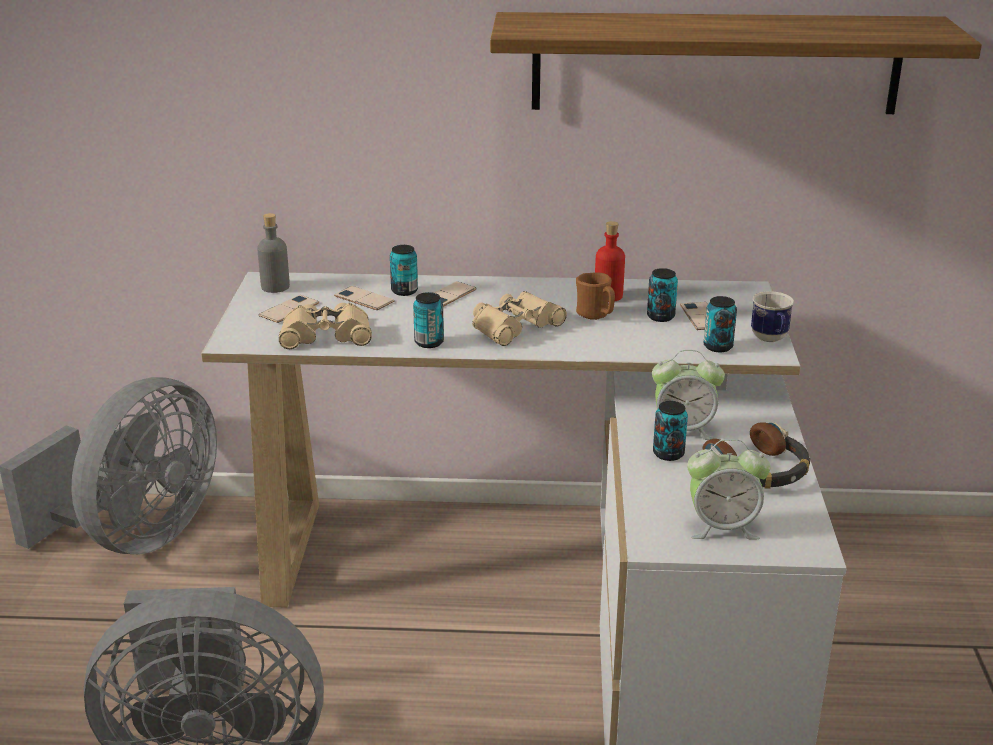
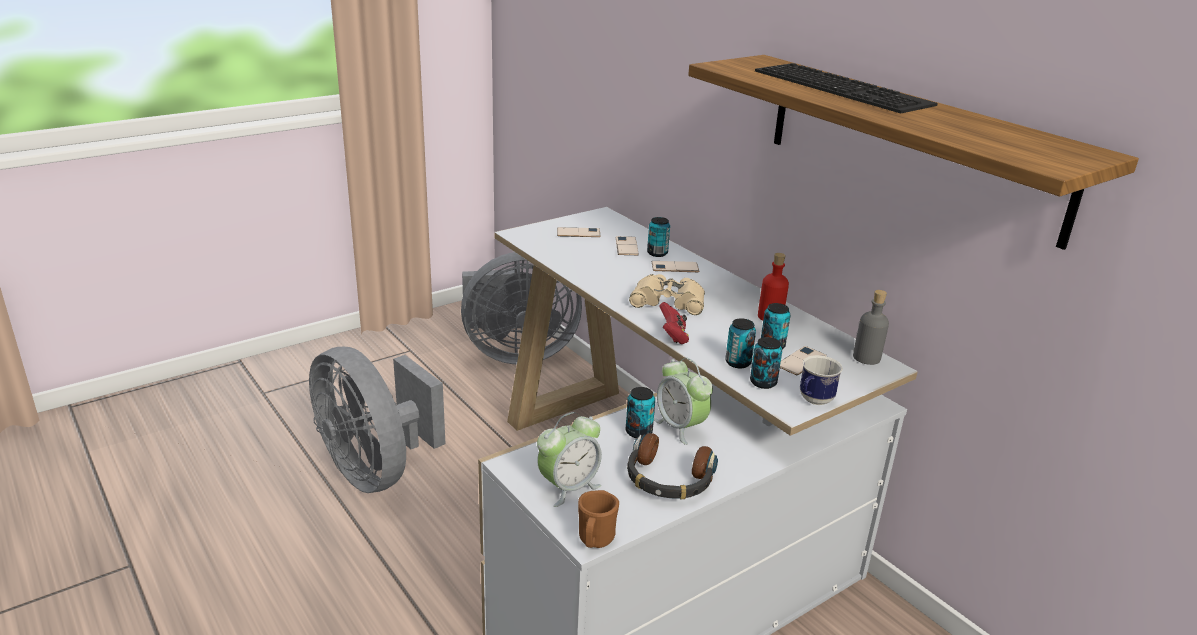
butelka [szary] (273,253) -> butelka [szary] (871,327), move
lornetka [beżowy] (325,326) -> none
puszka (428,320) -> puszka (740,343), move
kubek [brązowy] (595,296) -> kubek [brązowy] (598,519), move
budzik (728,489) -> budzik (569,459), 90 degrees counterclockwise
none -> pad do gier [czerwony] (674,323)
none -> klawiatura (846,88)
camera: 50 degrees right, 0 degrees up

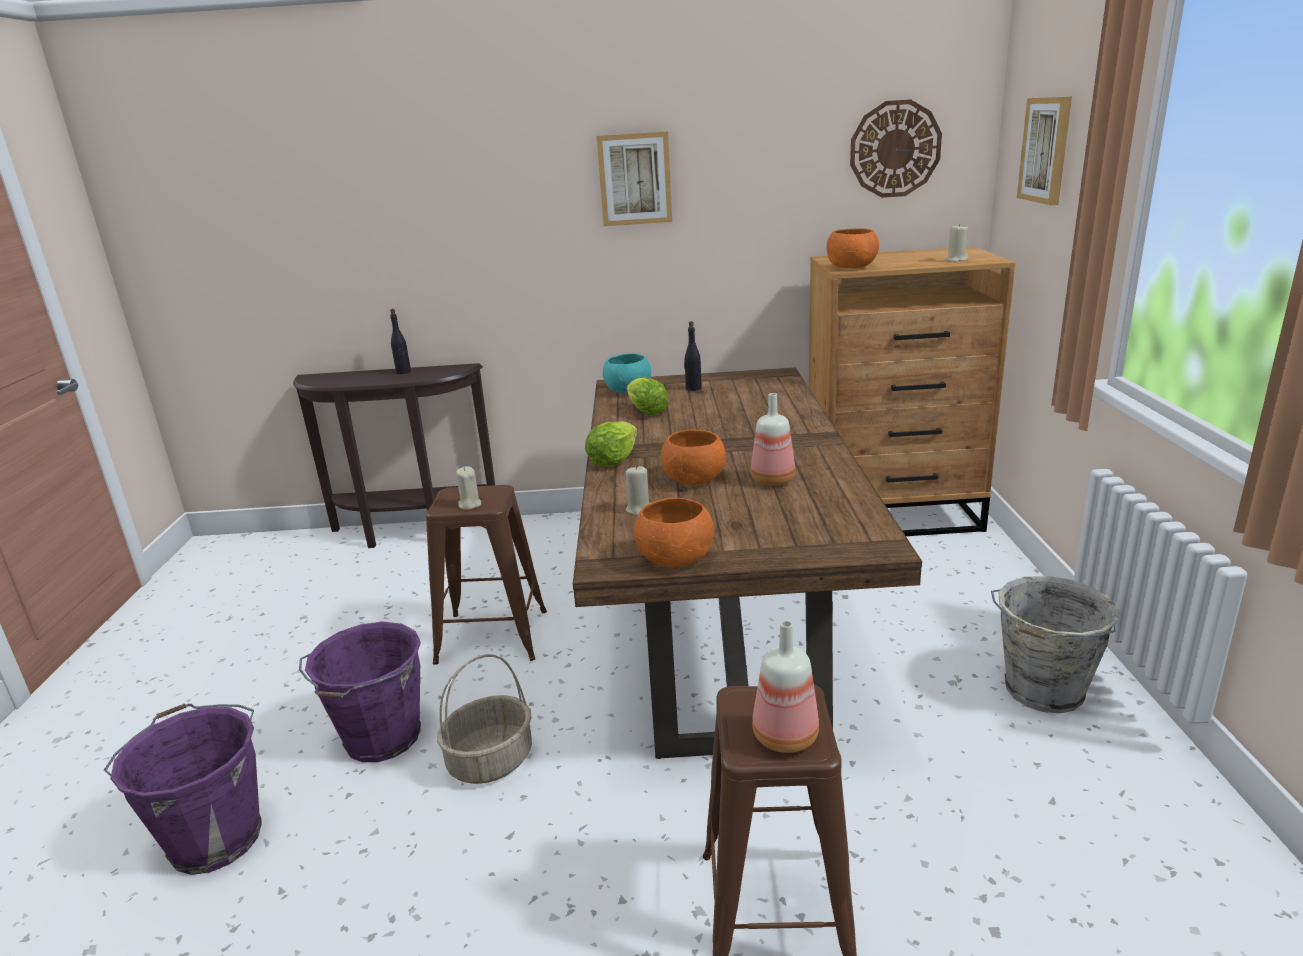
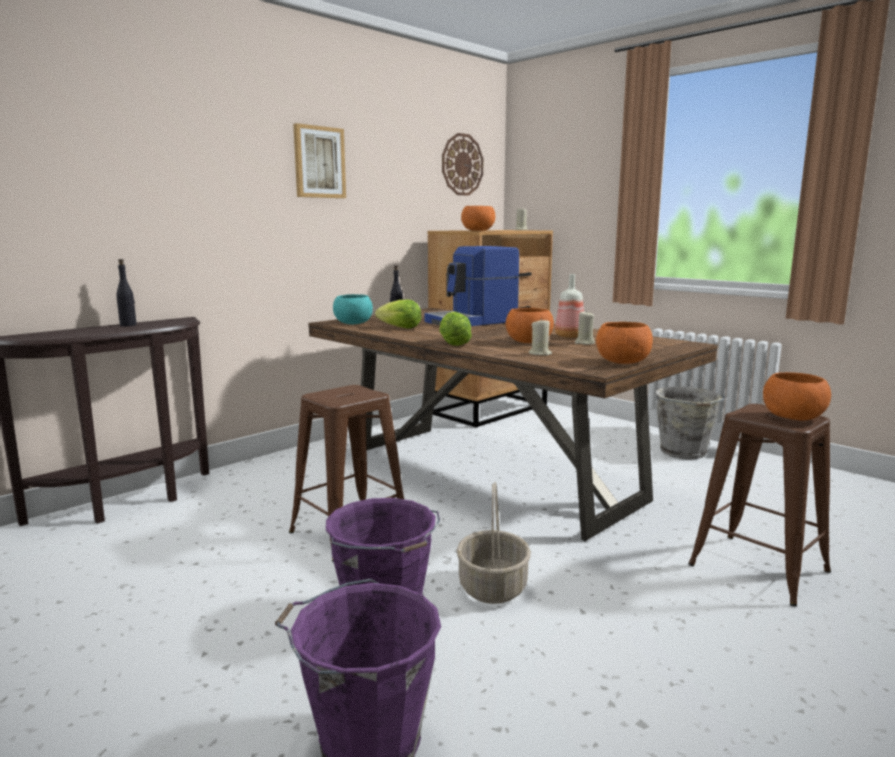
świeca [beżowy] (468,487) -> świeca [beżowy] (585,327), move
butelka (785,686) -> miska [pomarańczowy] (797,396)
obraz (1044,150) -> none
none -> ekspres do kawy (472,286)
camera: 45 degrees left, 10 degrees down

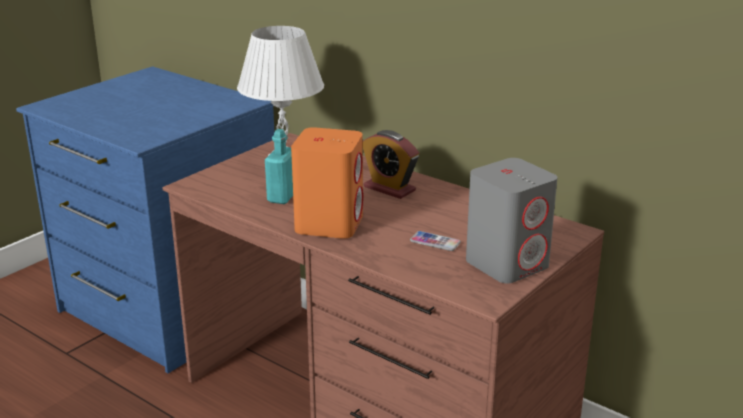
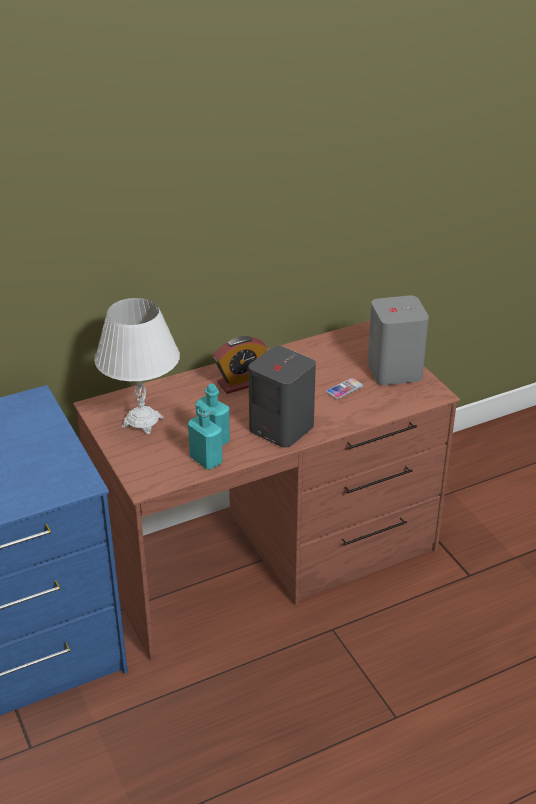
głośnik [pomarańczowy] (327,183) -> głośnik [szary] (282,396)
none -> butelka [turkusowy] (205,437)
camera: 65 degrees left, 10 degrees up

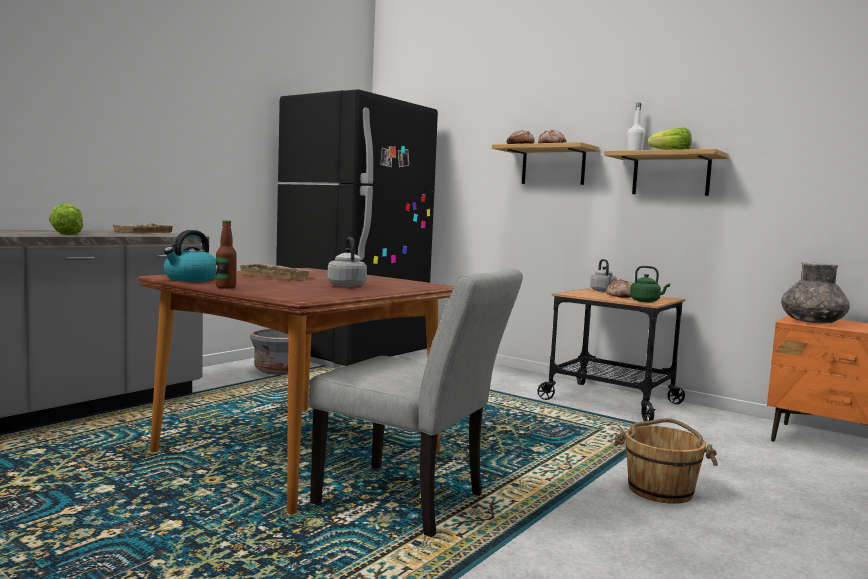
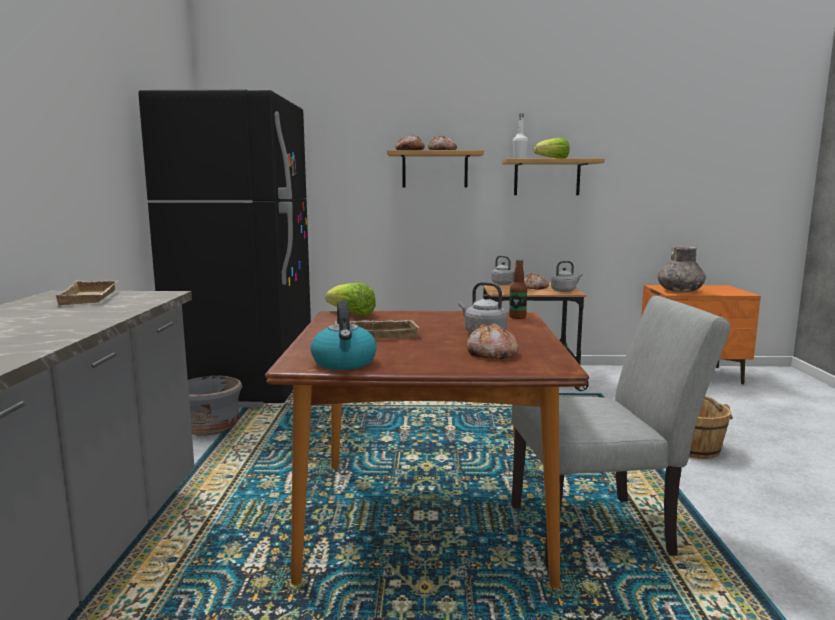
sałata (66,219) -> sałata (350,299), move
butelka (226,254) -> butelka (518,289), move
czajnik [zielony] (650,284) -> czajnik [szary] (567,276)
none -> chleb (492,341)
camera: 35 degrees left, 5 degrees up

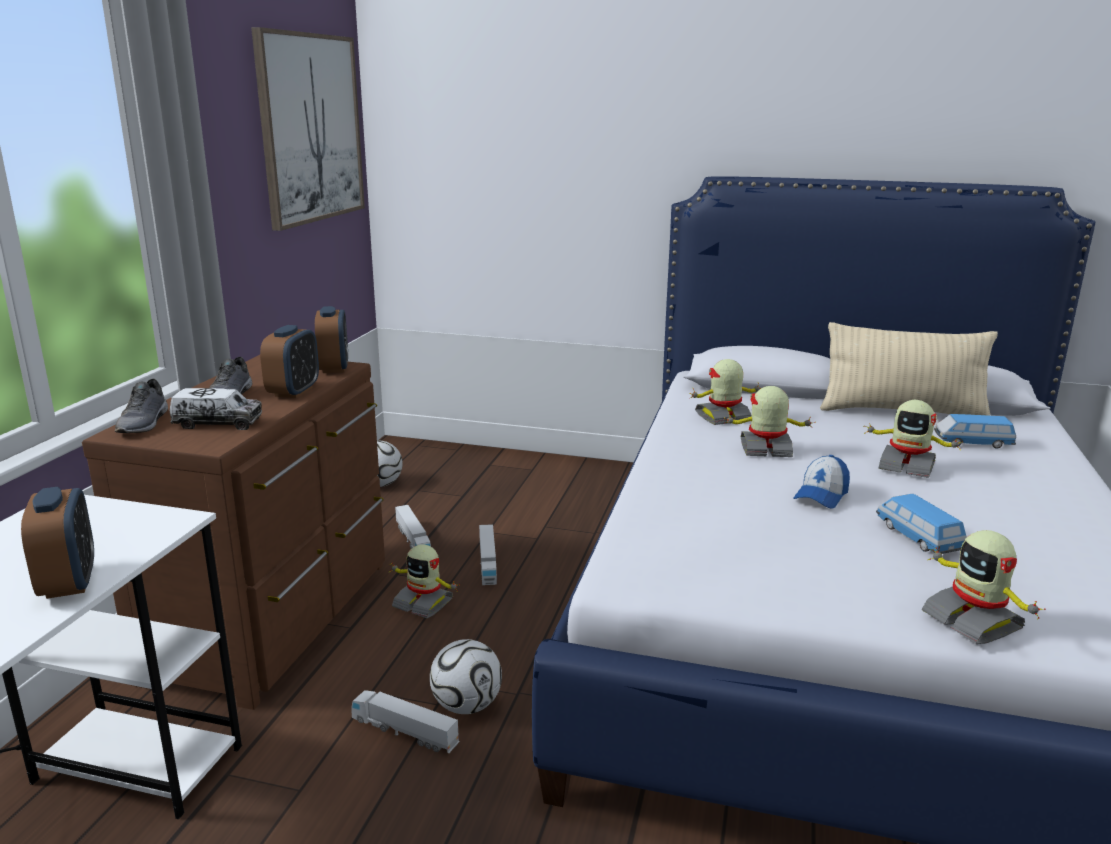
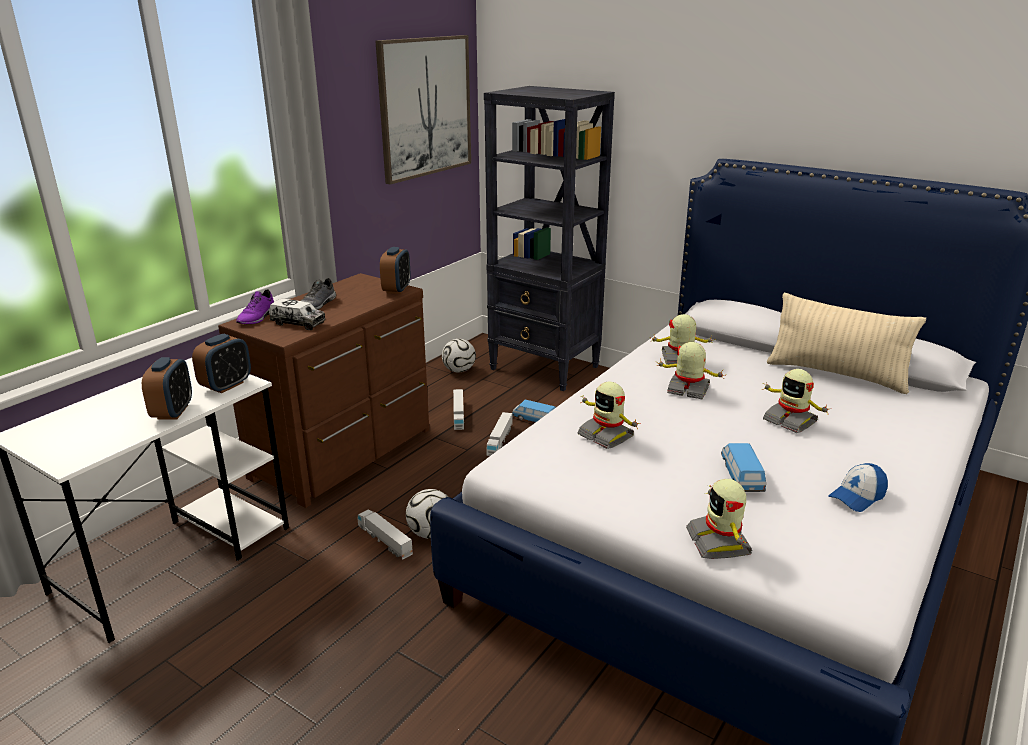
but [szary] (141,406) -> but [fioletowy] (255,306)
budzik (289,361) -> budzik (221,363), move
robot zabawkowy (425,581) -> robot zabawkowy (609,415), move
czapka z daszkiem (822,482) -> czapka z daszkiem (858,487), move
samochodzik (975,431) -> samochodzik (534,411), move
none -> regał [czarny] (549,238)
camera: 20 degrees right, 5 degrees up

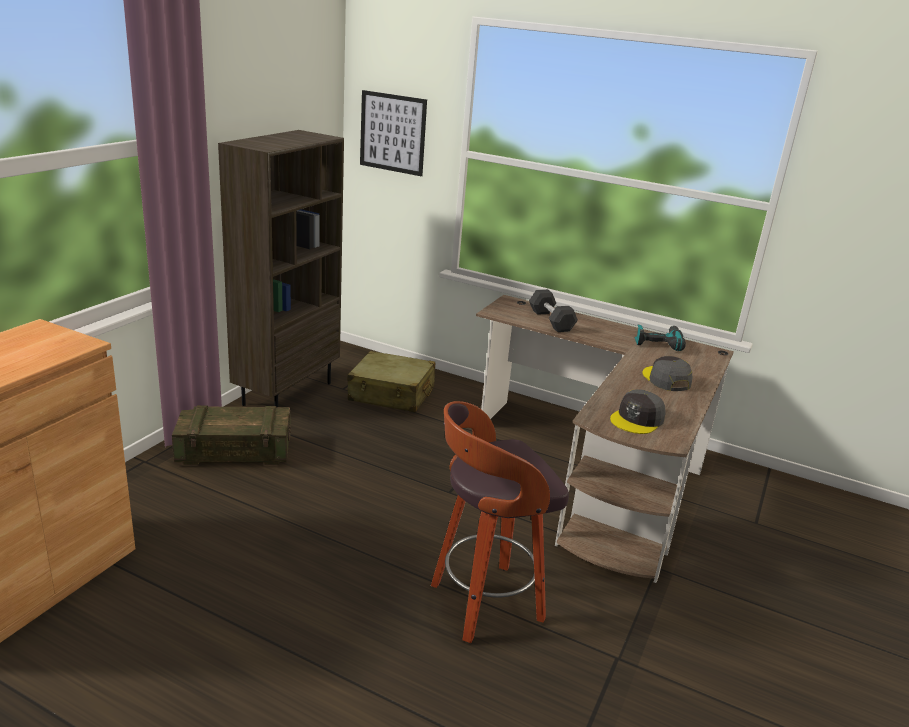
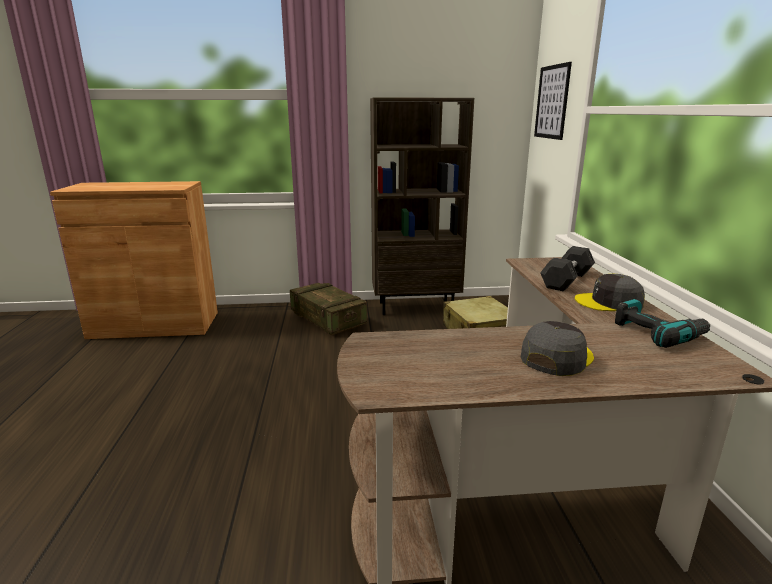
stołek (500,522) -> none
czapka z daszkiem [szary] (638,411) -> czapka z daszkiem [szary] (610,292), move
camera: 60 degrees right, 5 degrees down

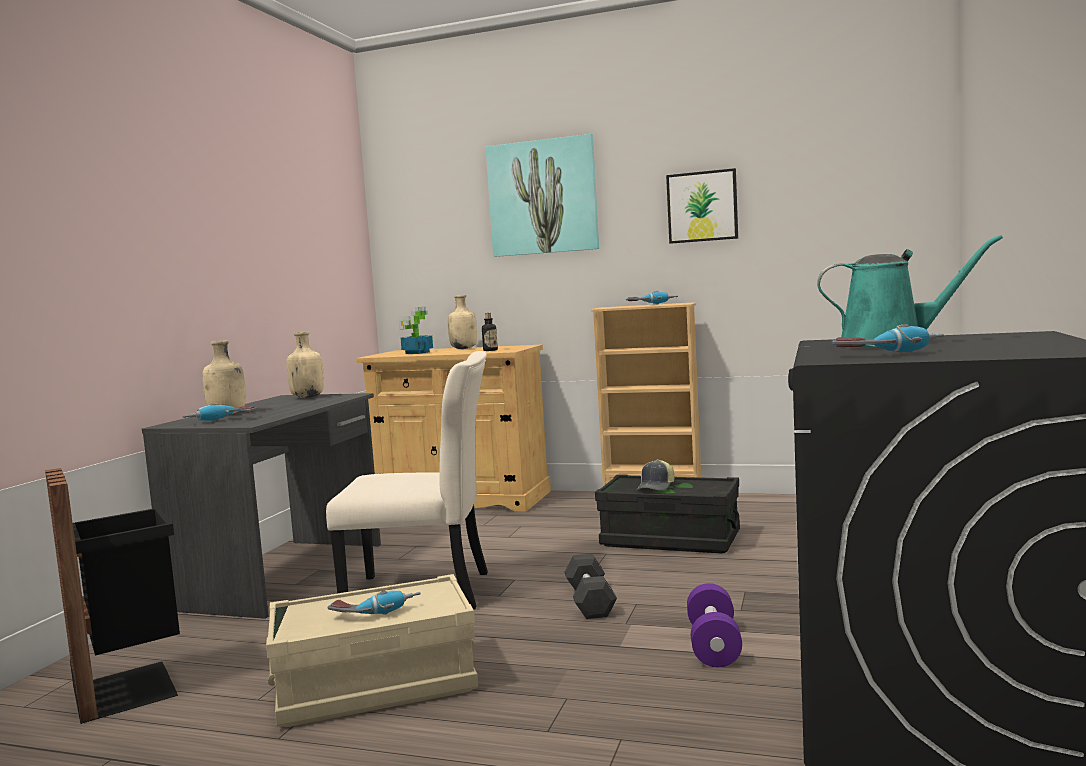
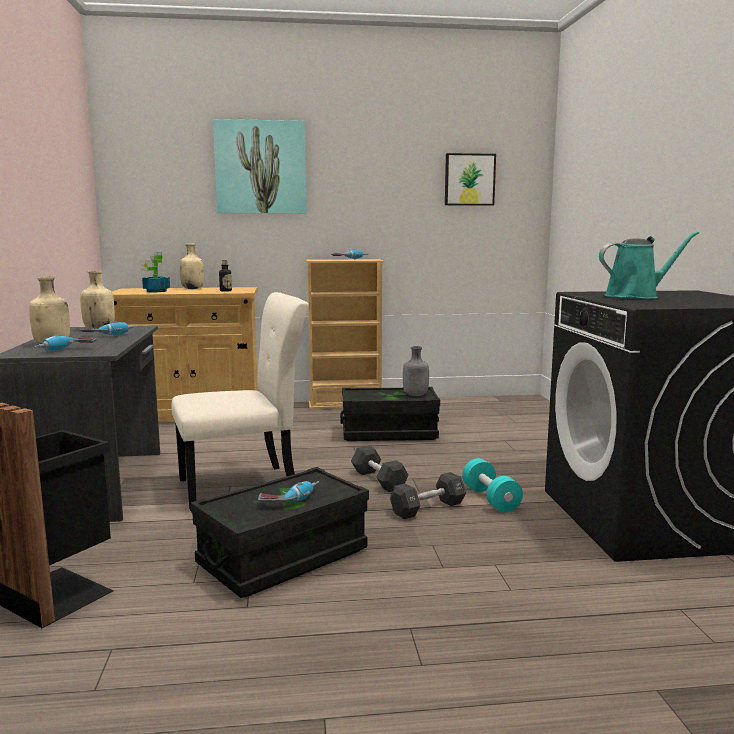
pojemnik do przechowywania [beżowy] (372,650) -> pojemnik do przechowywania [czarny] (280,532)
czapka z daszkiem (655,475) -> none
obraz (702,206) -> obraz (470,179), move
hantel [fioletowy] (714,625) -> hantel [turkusowy] (492,485)
wiertarka (888,339) -> wiertarka (108,328), move
none -> hantel [czarny] (428,495)
none -> butelka [szary] (416,371)
camera: 25 degrees left, 5 degrees up

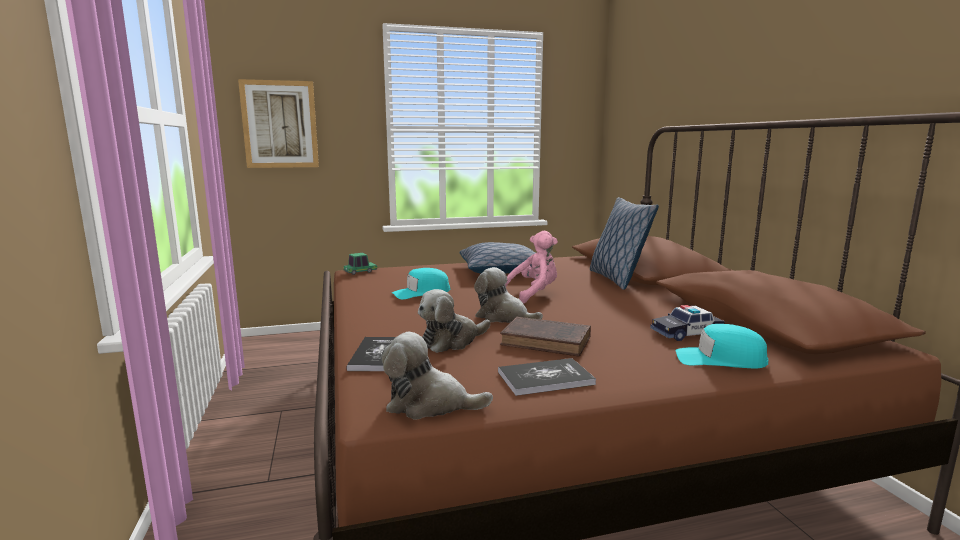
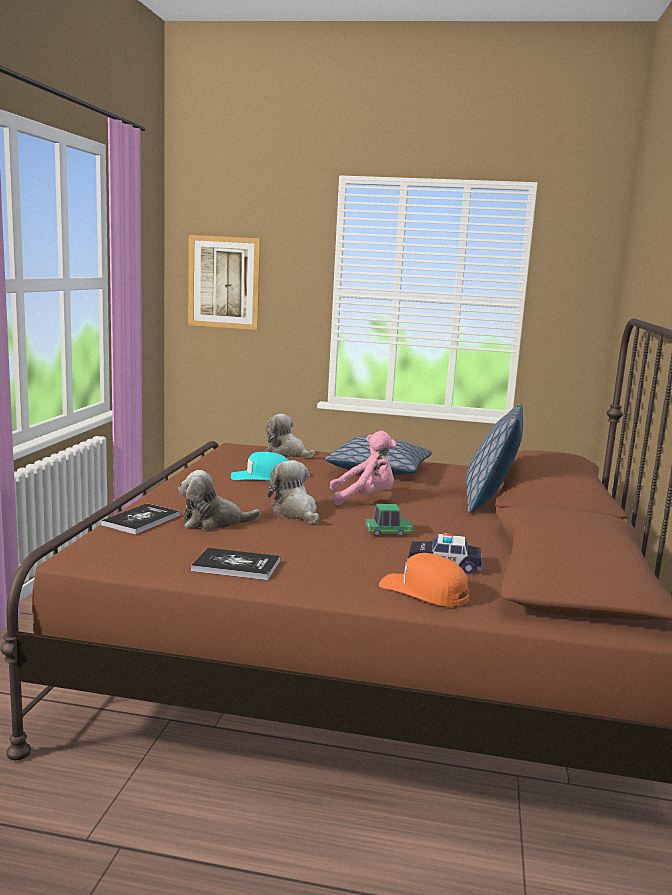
samochodzik (360,264) -> samochodzik (389,520), move
pluszak (437,376) -> pluszak (290,436), move
książka [brązowy] (545,337) -> none
czapka z daszkiem [turkusowy] (721,346) -> czapka z daszkiem [pomarańczowy] (424,579)
camera: 25 degrees right, 0 degrees up

